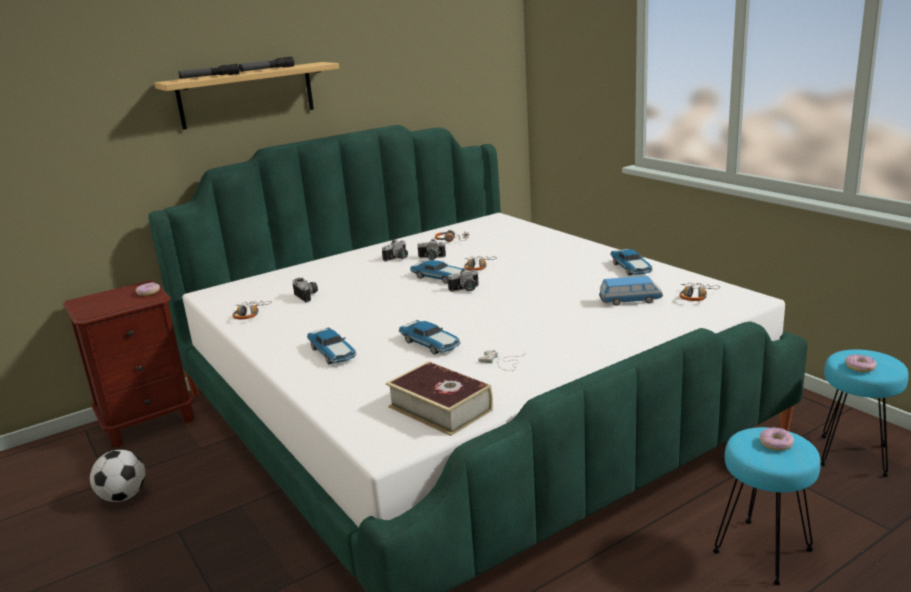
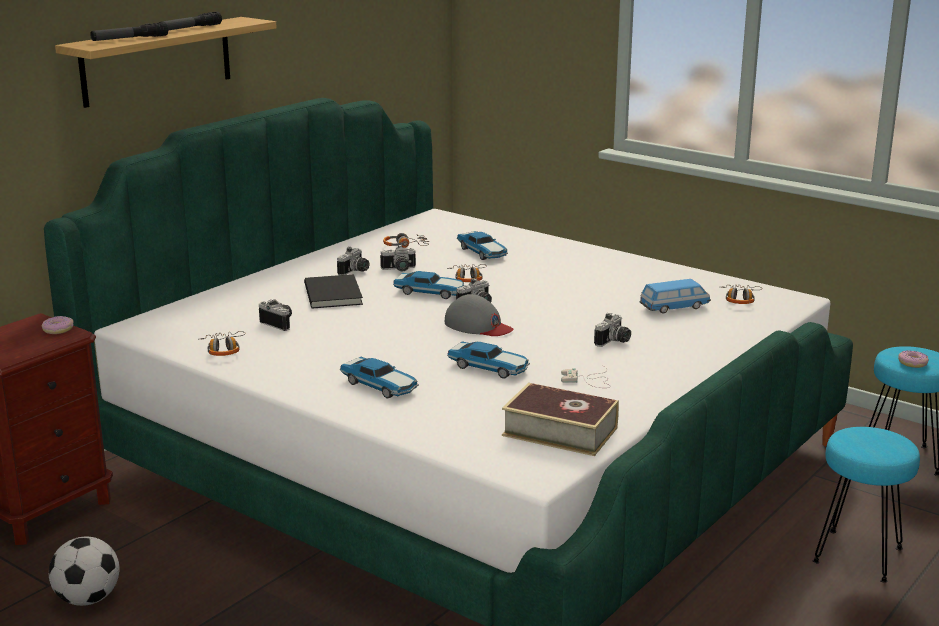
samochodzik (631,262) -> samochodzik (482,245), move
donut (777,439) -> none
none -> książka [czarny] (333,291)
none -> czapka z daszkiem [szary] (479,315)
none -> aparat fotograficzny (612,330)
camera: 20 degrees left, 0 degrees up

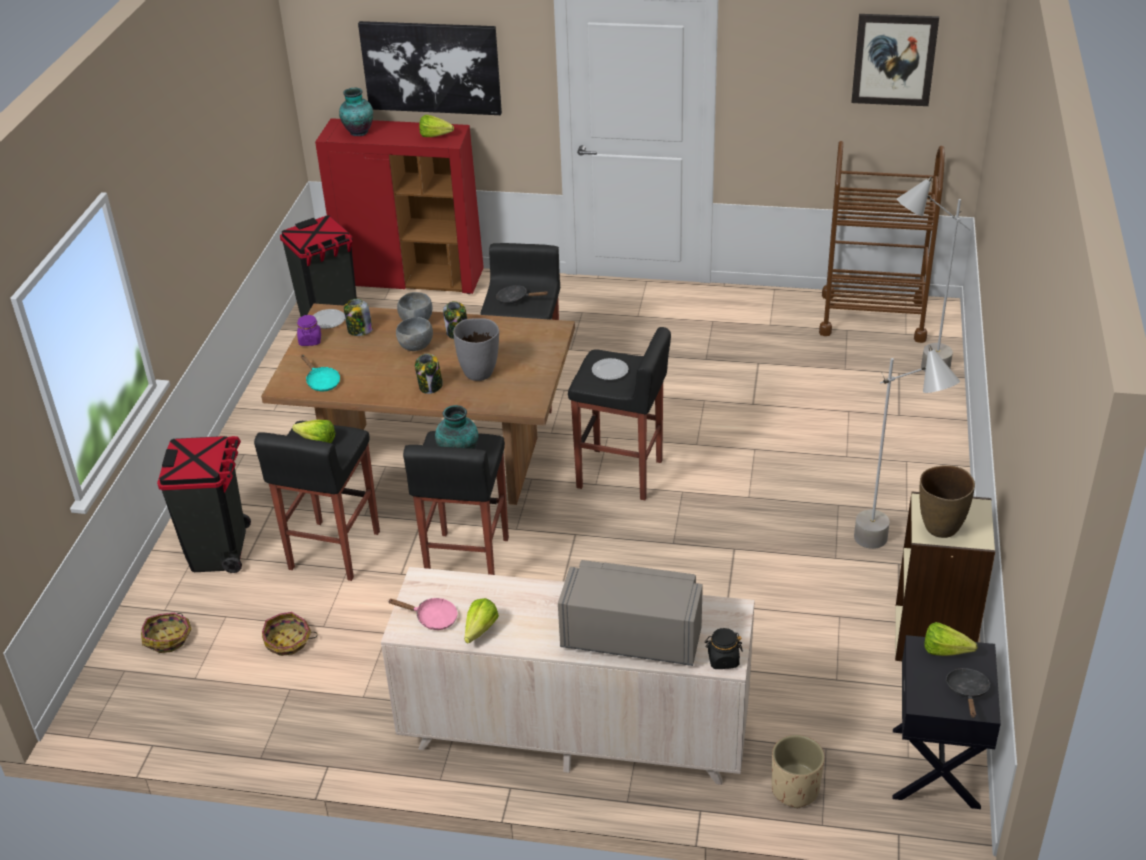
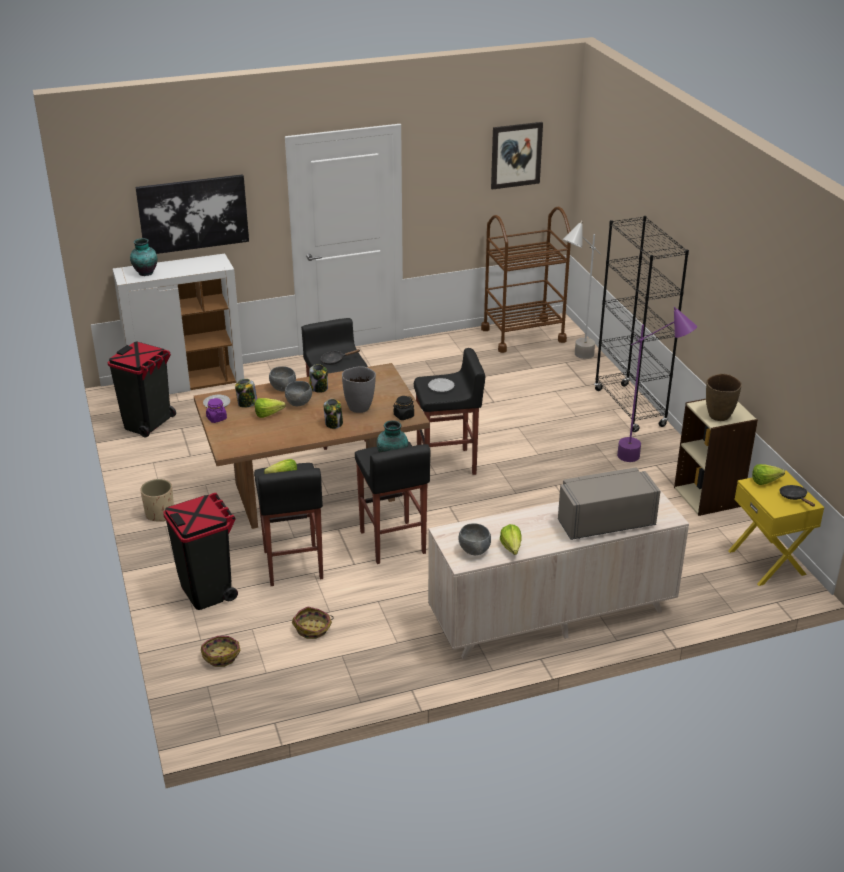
patelnia [turkusowy] (320,373) -> none
szafka [czerwony] (399,206) -> szafka [biały] (178,323)
patelnia [różowy] (423,614) -> miska [szary] (474,539)
sałata (436,126) -> sałata (270,408), move
słoik [czarny] (724,648) -> słoik [czarny] (403,408), move
donica [beżowy] (798,771) -> donica [beżowy] (157,500), move
lampa stojąca [szary] (907,447) -> lampa stojąca [fioletowy] (657,384)
szafka nocna [czarny] (947,722) -> szafka nocna [żółty] (776,528)
none -> regał [czarny] (641,324)
camera: 30 degrees left, 5 degrees down

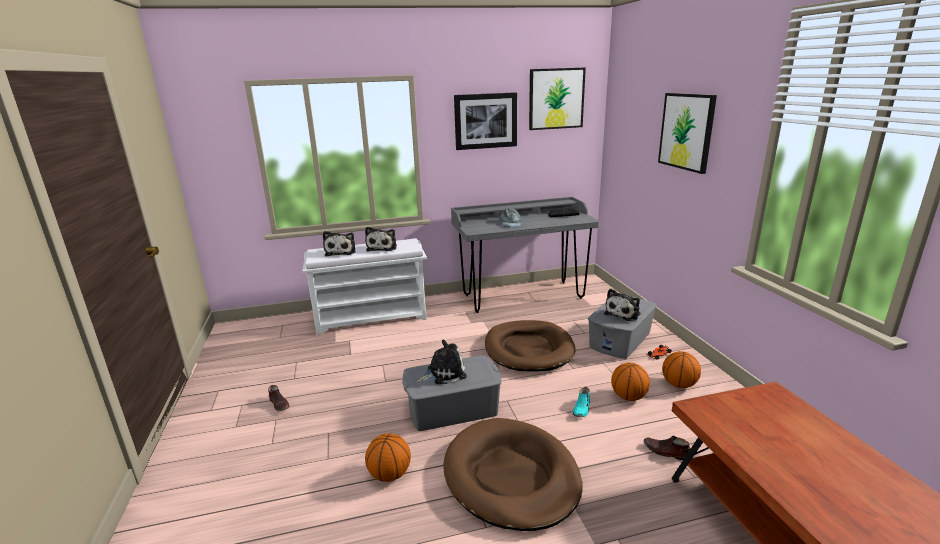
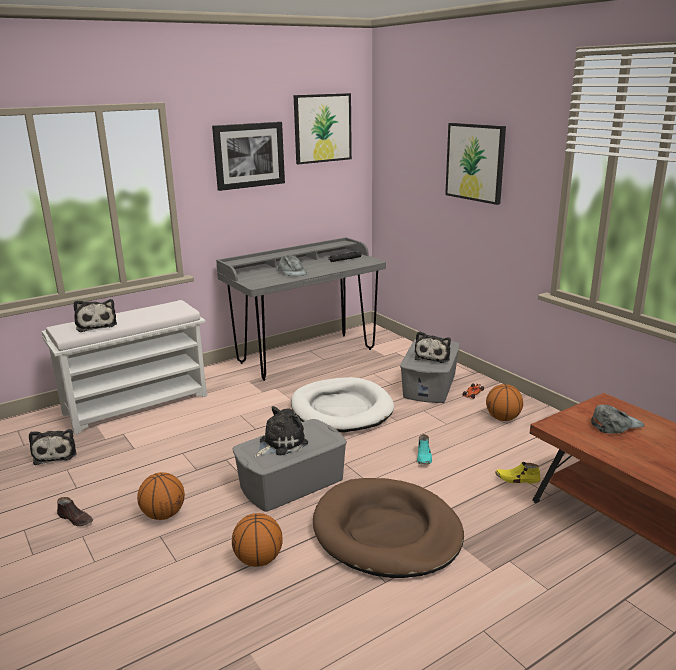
pluszak (381,239) -> pluszak (53,447), move
legowisko [brązowy] (530,345) -> legowisko [biały] (342,404)
piłka do koszykówki (630,382) -> piłka do koszykówki (161,496), move
but [brązowy] (667,448) -> but [żółty] (518,472)
none -> czapka z daszkiem [szary] (618,419)
camera: 20 degrees left, 0 degrees up

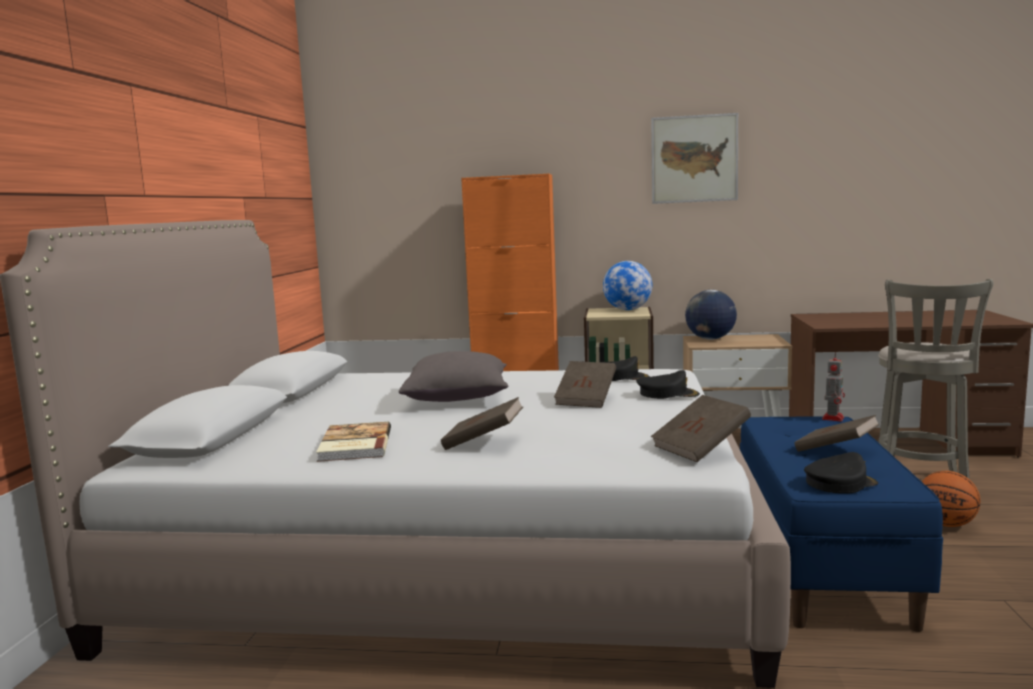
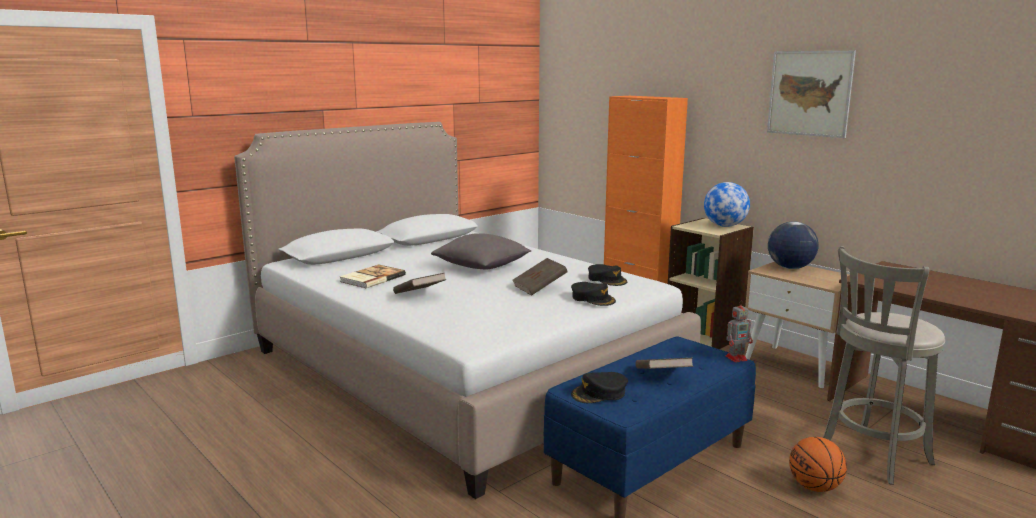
książka [brązowy] (701,428) -> none
czapka z daszkiem [czarny] (841,473) -> czapka z daszkiem [czarny] (599,387), 135 degrees clockwise
camera: 40 degrees right, 5 degrees up

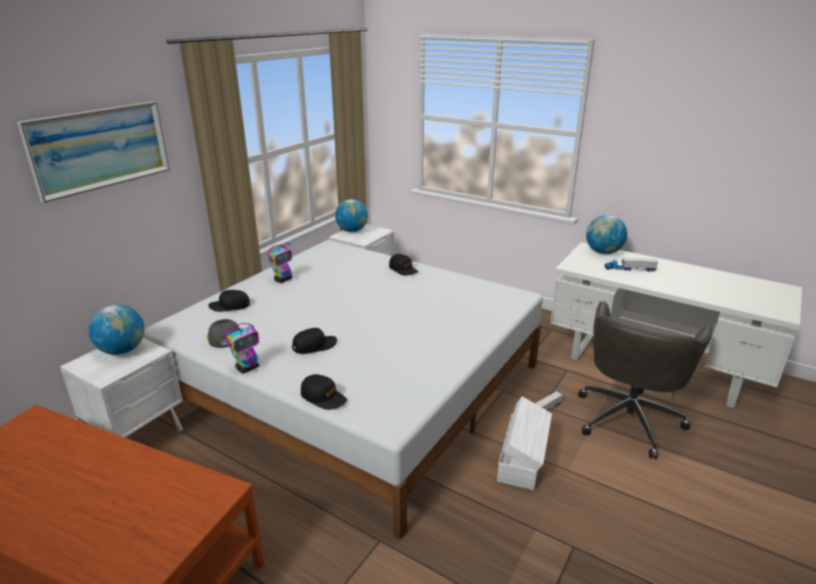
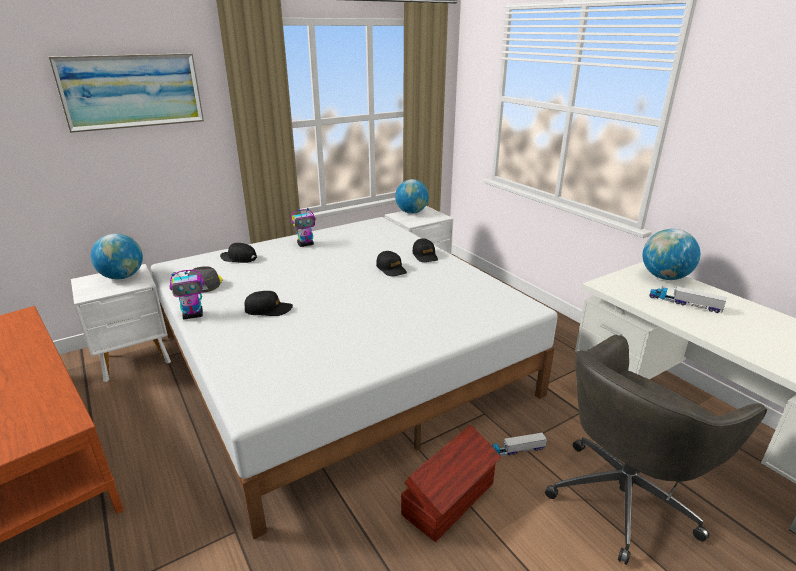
czapka z daszkiem [czarny] (324,392) -> czapka z daszkiem [czarny] (391,263), move
pojemnik do przechowywania [biały] (524,443) -> pojemnik do przechowywania [brązowy] (451,483)
camera: 25 degrees right, 0 degrees up

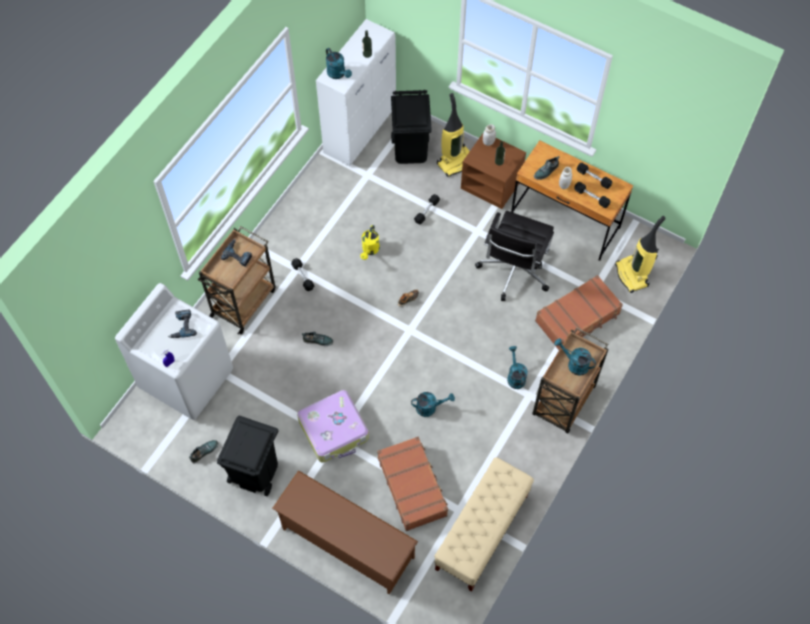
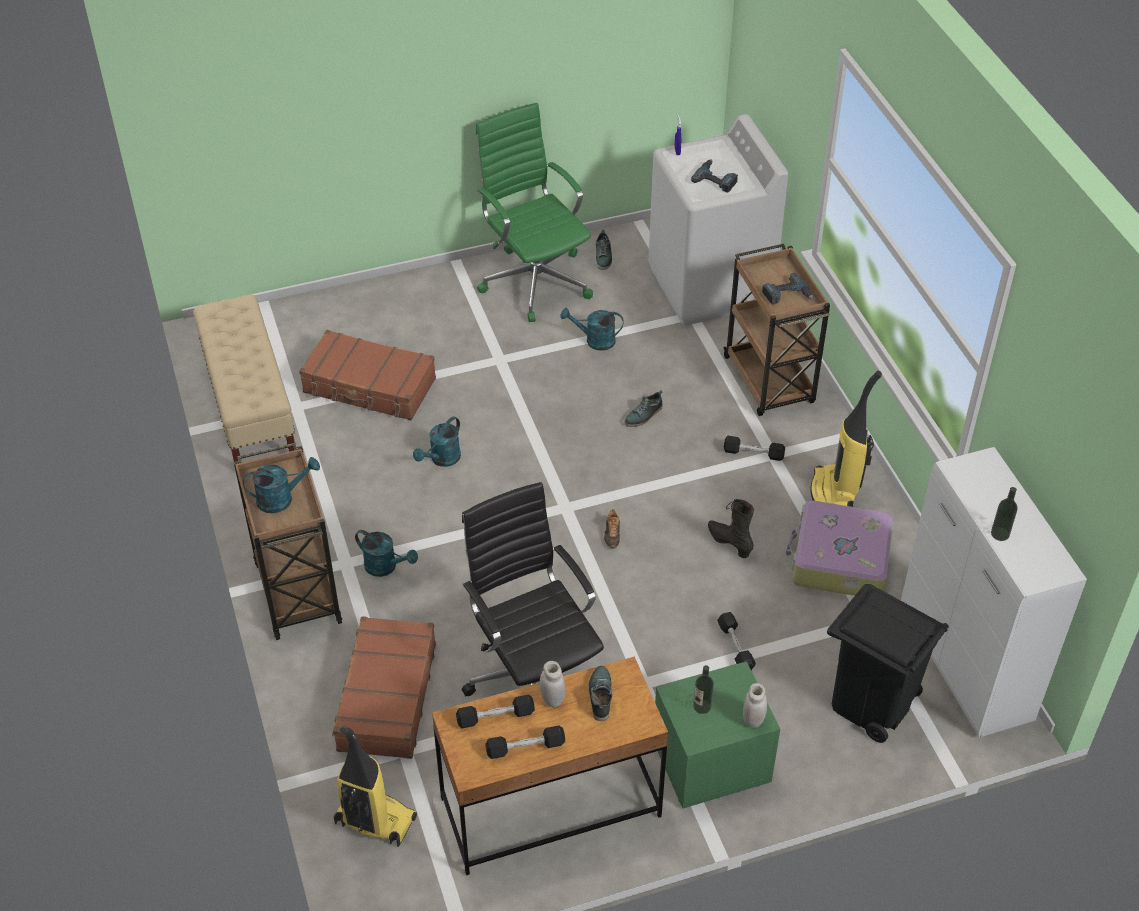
kosz na śmieci [czarny] (248,456) -> krzesło biurowe [zielony] (534,212)
regał na buty [brązowy] (345,532) -> none
walizka (333,426) -> walizka (839,548), move
konewka [turkusowy] (339,63) -> konewka [turkusowy] (592,329), move
konewka [żółty] (370,242) -> but z cholewką [czarny] (731,528)
odkurzacz (453,135) -> odkurzacz (846,439), move
szafka nocna [brązowy] (493,170) -> szafka nocna [zielony] (718,735)
camera: 130 degrees right, 15 degrees down

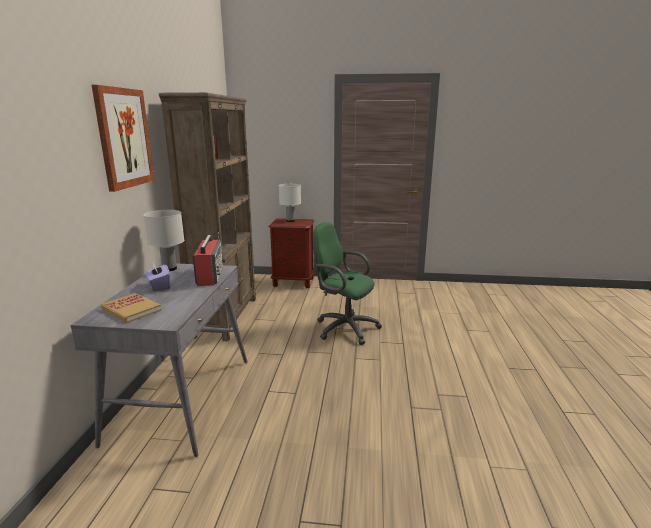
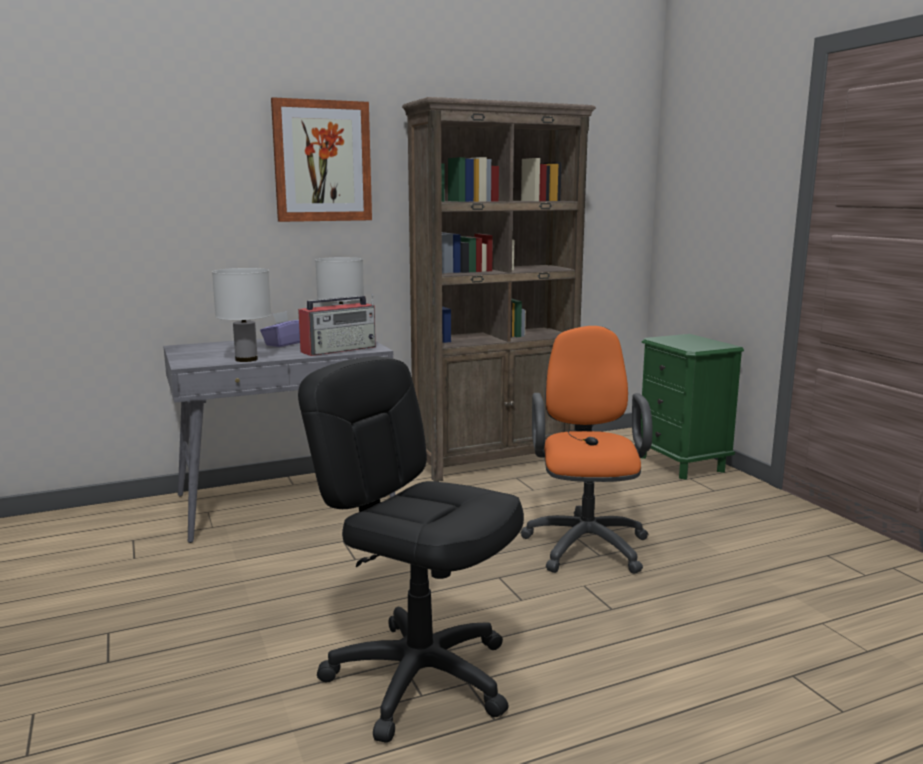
książka (131,308) -> none
szafka nocna [brązowy] (291,253) -> szafka nocna [zielony] (692,406)
lampa stołowa [biały] (290,203) -> lampa stołowa [biały] (241,315), move
krzesło biurowe [zielony] (347,283) -> krzesło biurowe [pomarańczowy] (586,450)
none -> krzesło biurowe [czarny] (411,549)
camera: 60 degrees right, 5 degrees down

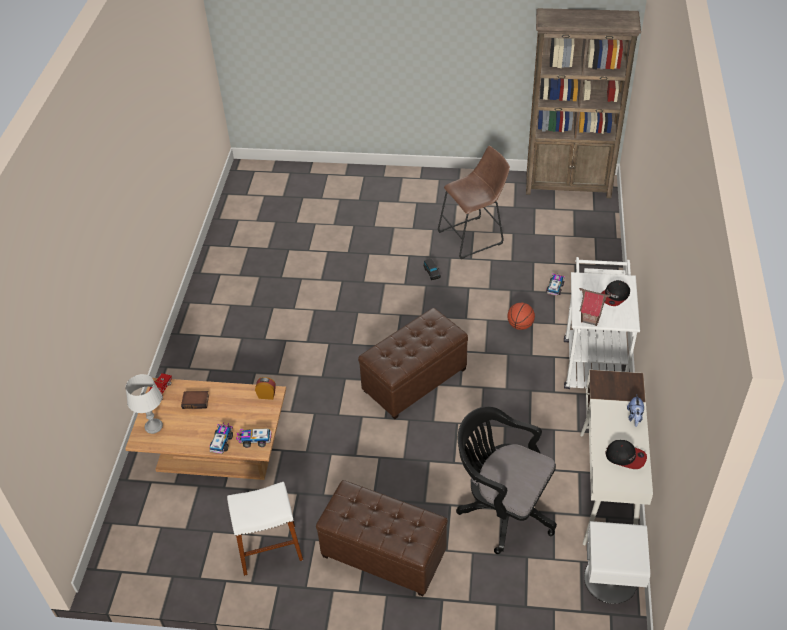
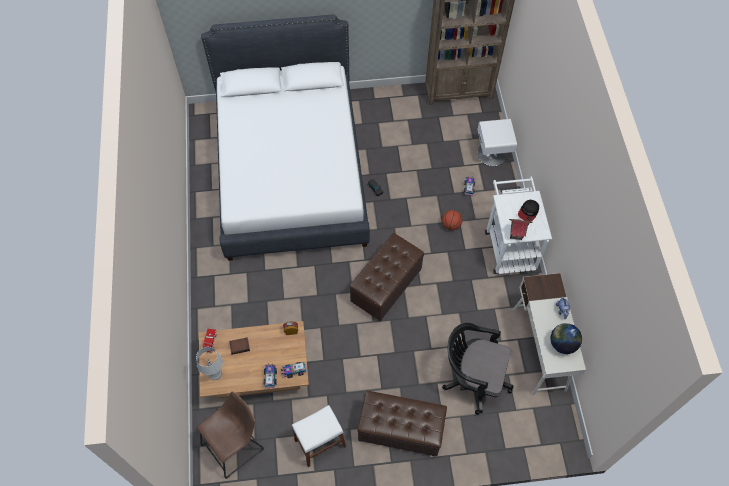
stołek [brązowy] (474,202) -> stołek [brązowy] (230,435), move
szafka nocna [biały] (617,562) -> szafka nocna [biały] (497,142), move
czapka z daszkiem (626,454) -> globus (566,338)
none -> łóżko [biały] (285,137)
camera: 15 degrees left, 15 degrees up

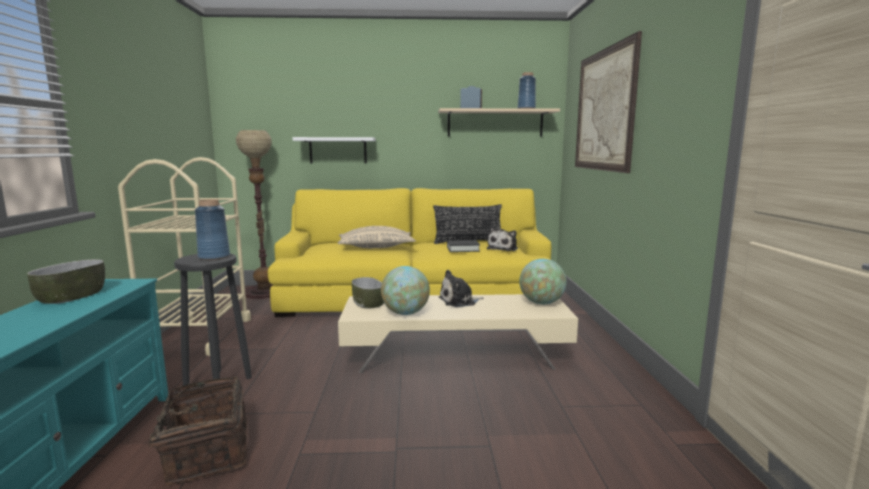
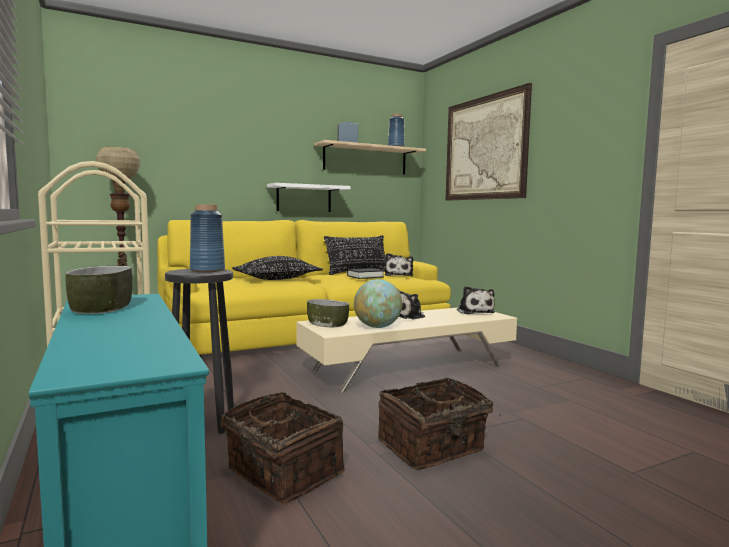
półka [biały] (334,150) -> półka [biały] (309,197), move
poduszka [beżowy] (376,237) -> poduszka [czarny] (277,268)
globus (543,282) -> pluszak (476,300)
none -> koszyk (439,423)
camera: 25 degrees left, 5 degrees down

